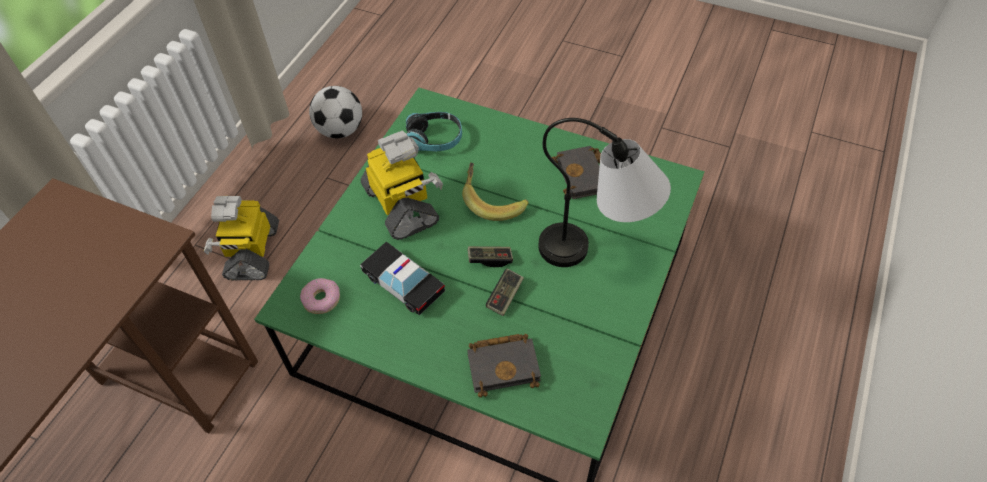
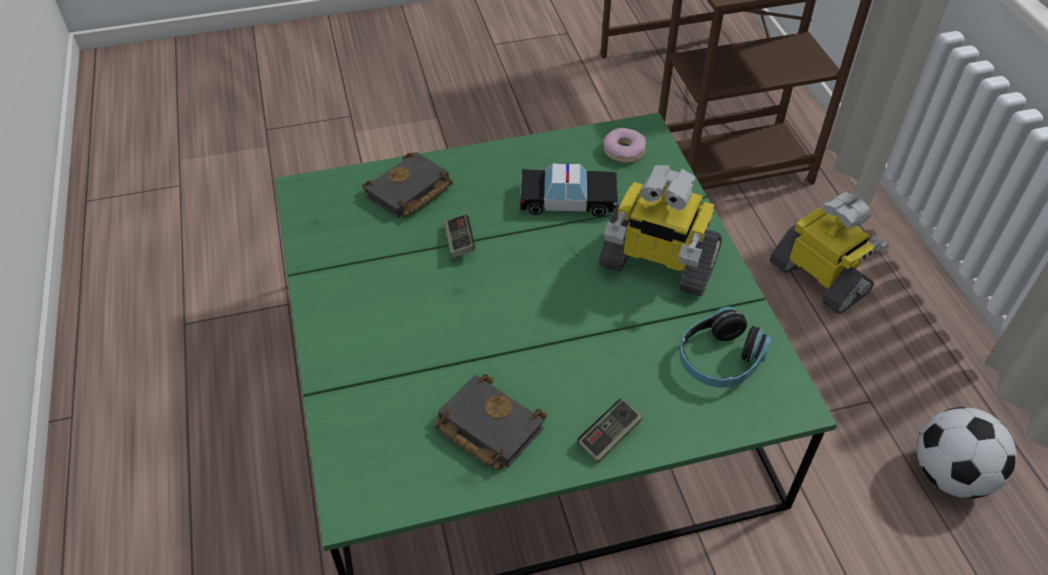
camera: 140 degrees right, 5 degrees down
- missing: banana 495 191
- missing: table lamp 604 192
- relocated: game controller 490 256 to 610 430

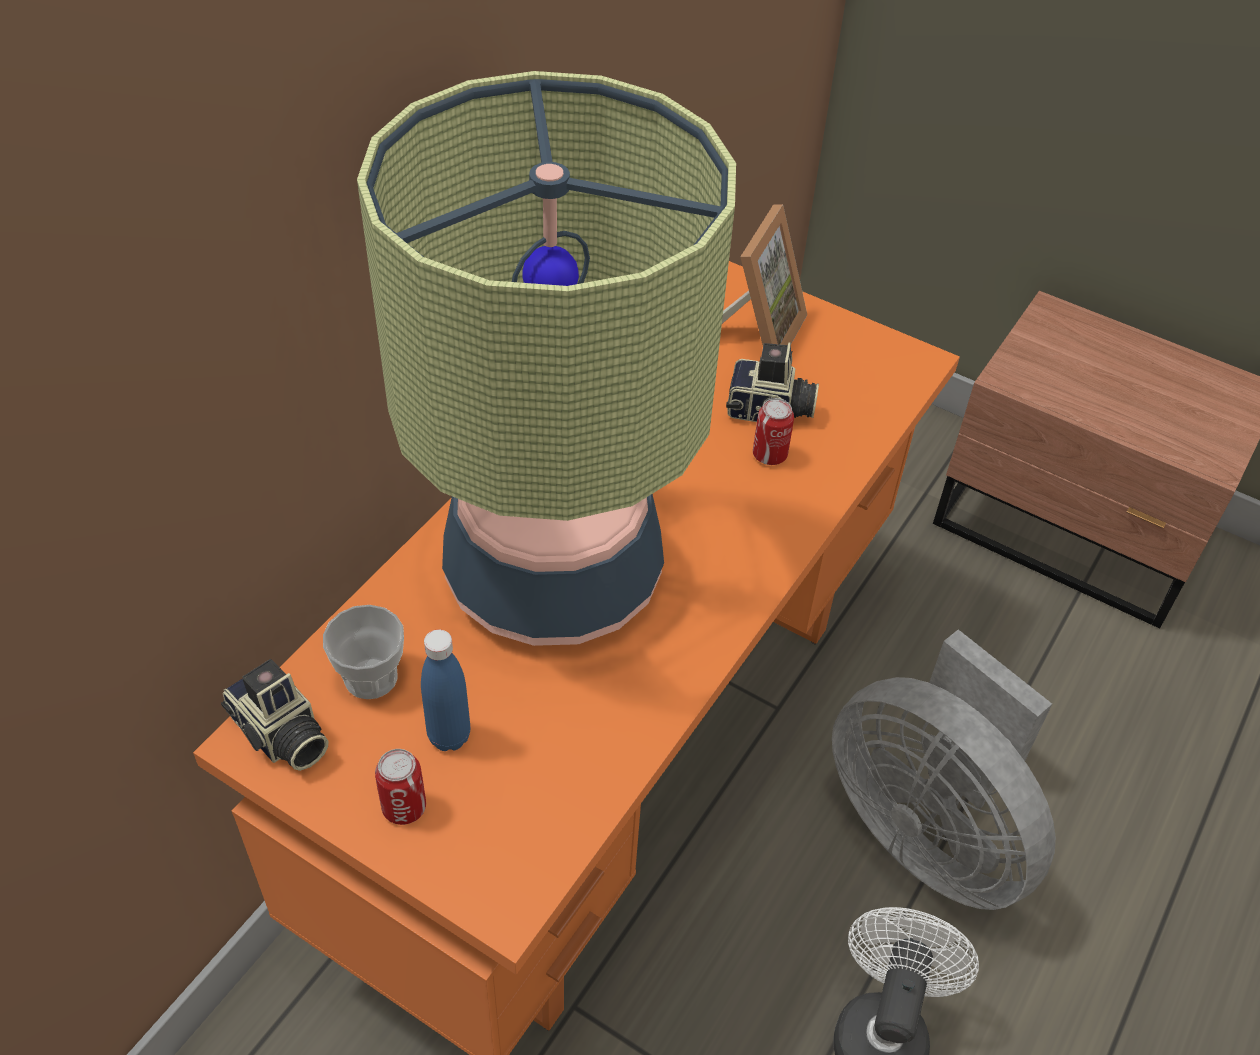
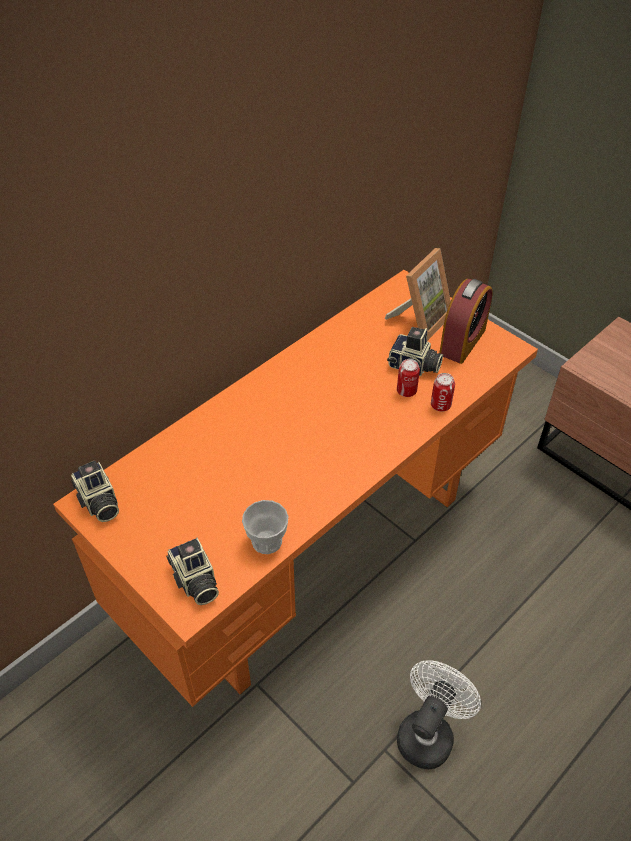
camera: 15 degrees right, 0 degrees up
- missing: table lamp 546 358
- missing: blue bottle 445 690
- missing: grey fan 944 769
- appeared: photo camera 192 571
- appeared: alarm clock 466 321
- relocated: cup 363 652 to 265 527
- relocated: can 400 787 to 443 392

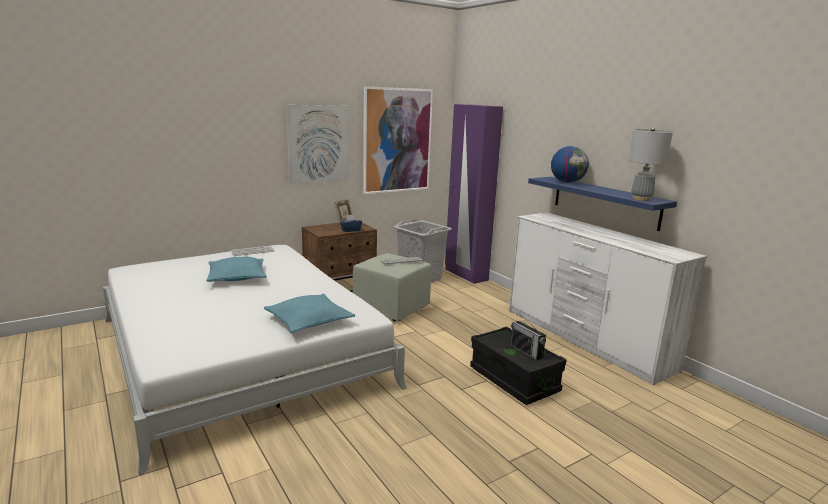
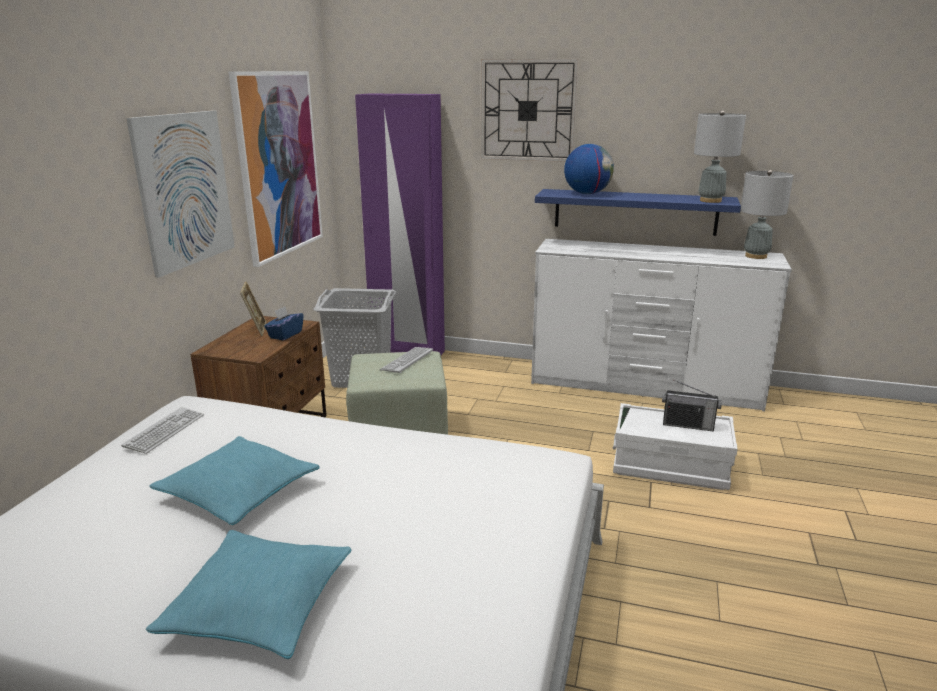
camera: 40 degrees left, 5 degrees up
- appeared: wall clock 530 110
- appeared: grey table lamp 767 214
- relocated: turquoise pillow 309 313 to 248 594
- colour: black storage box 518 365 to white storage box 675 446

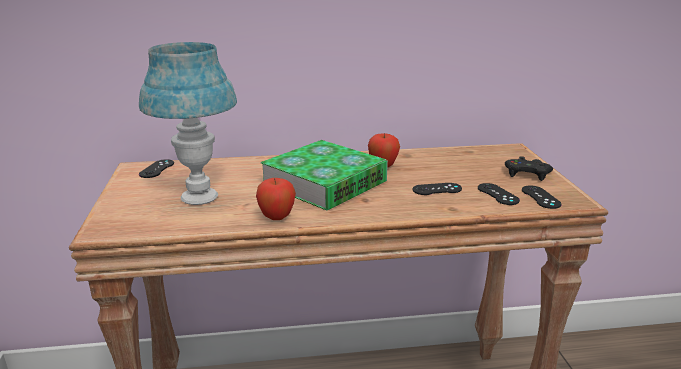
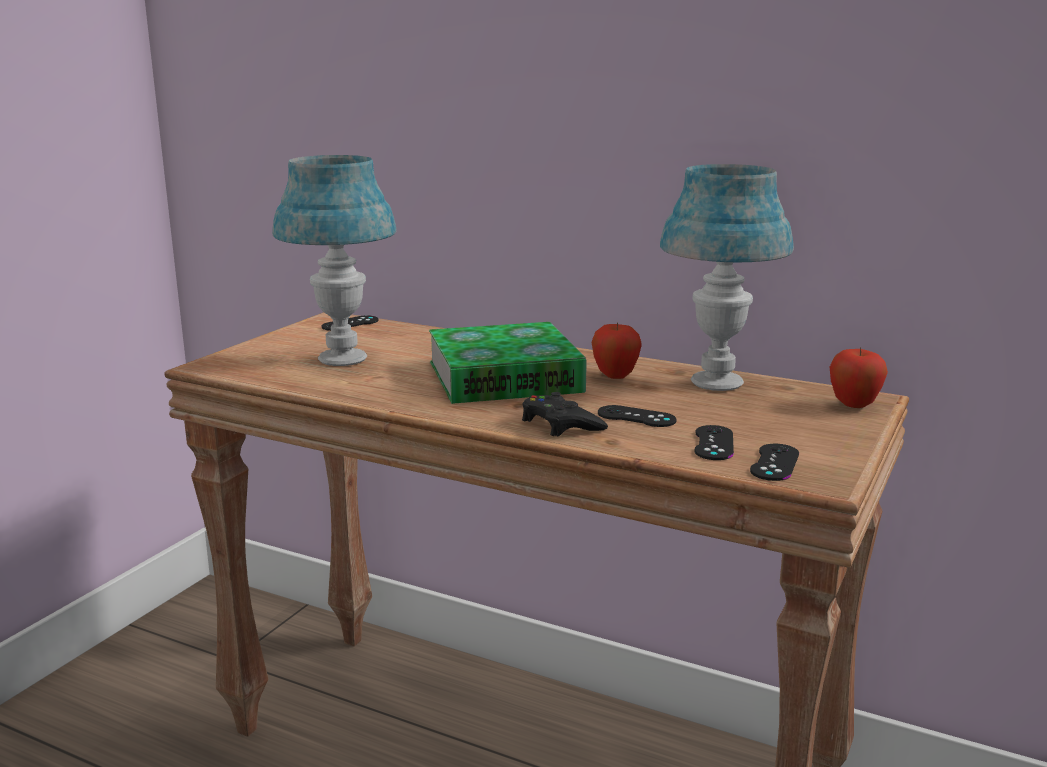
camera: 35 degrees right, 5 degrees down
- appeared: blue table lamp 727 277
- relocated: apple 276 199 to 859 377
- relocated: black game controller 529 168 to 565 414

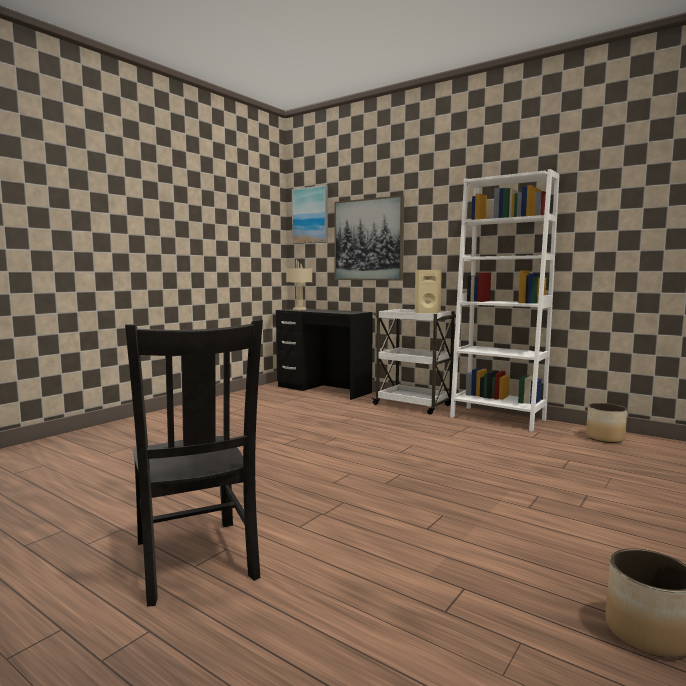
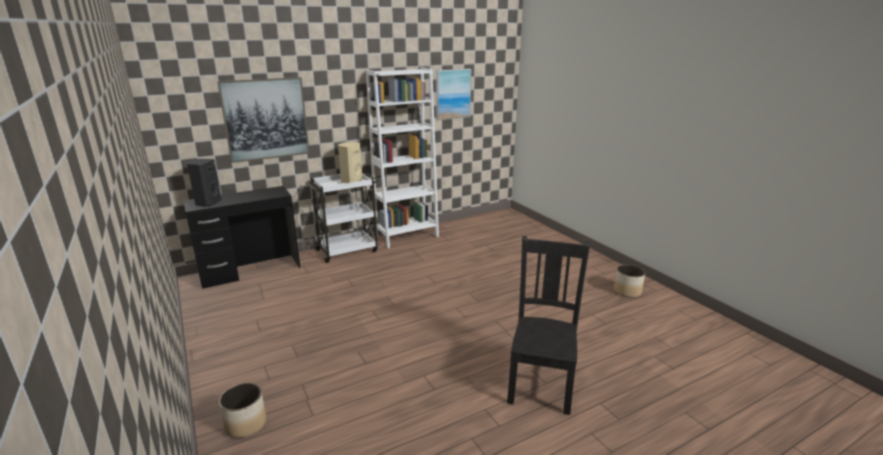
camera: 65 degrees left, 15 degrees up
- relocated: picture 310 214 to 453 94
- relocated: planter 606 423 to 242 410
- exchanged: beige table lamp 299 285 to black speaker 204 183
- spun: black chair 194 463 = 548 325 75 degrees counterclockwise

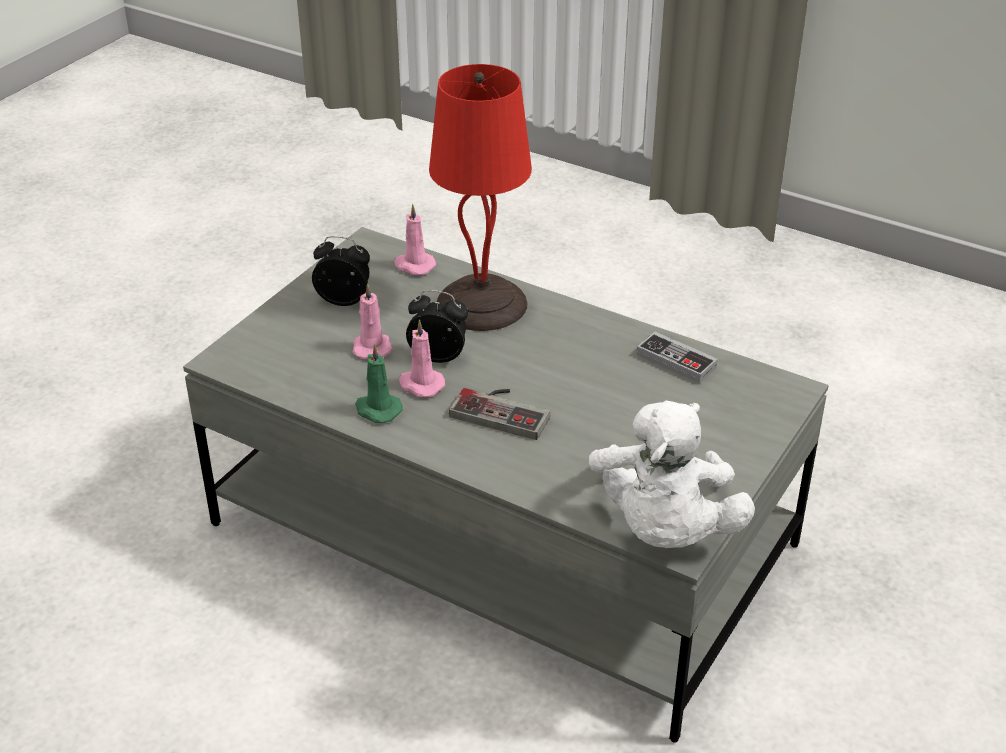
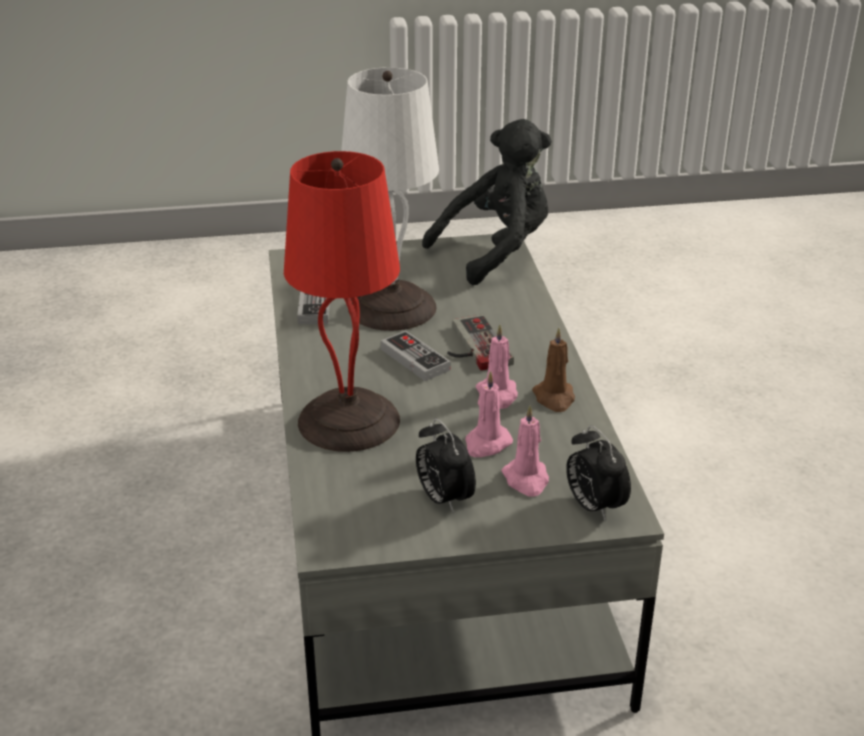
camera: 130 degrees left, 5 degrees down
- appeared: white table lamp 390 199
- appeared: game controller 415 356
- relocated: pink candle 415 239 to 525 451
- relocated: alarm clock 437 326 to 598 473
- colour: green candle 379 383 to brown candle 553 370
- colour: white plush toy 672 474 to black plush toy 487 202

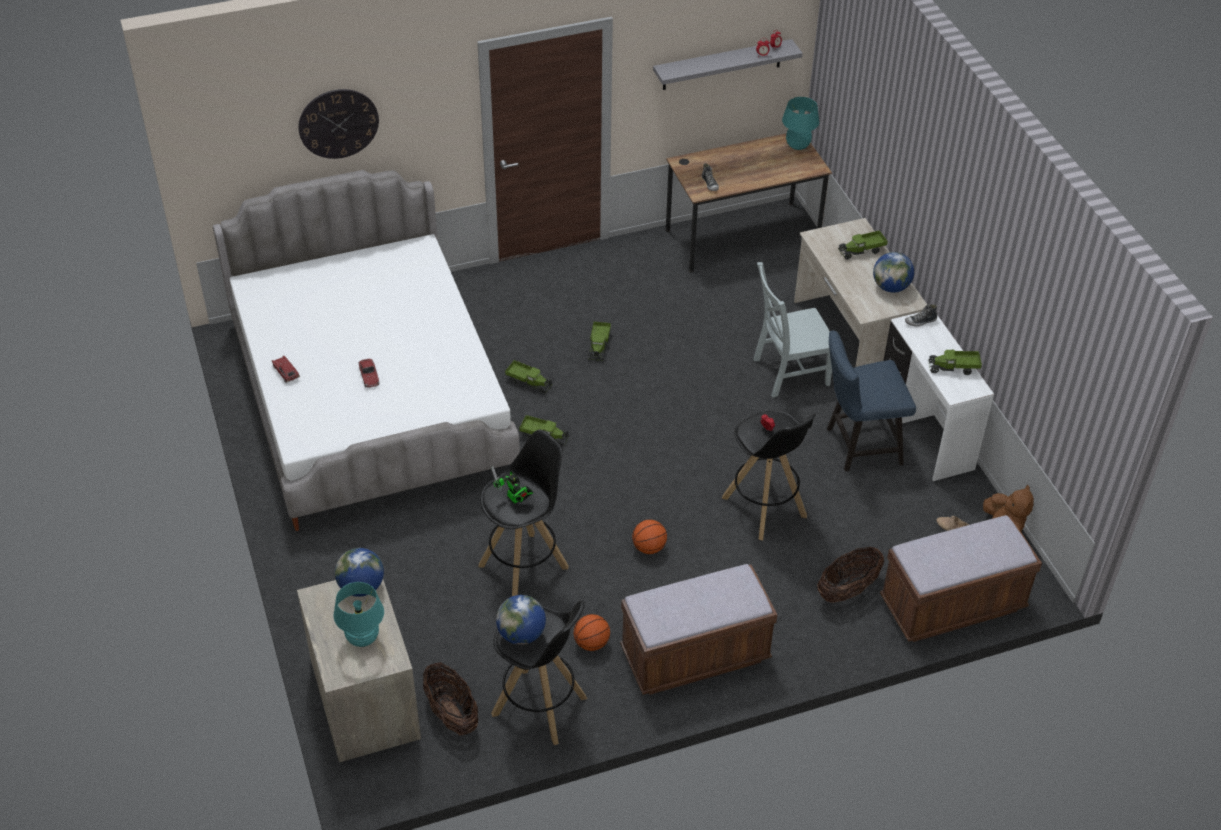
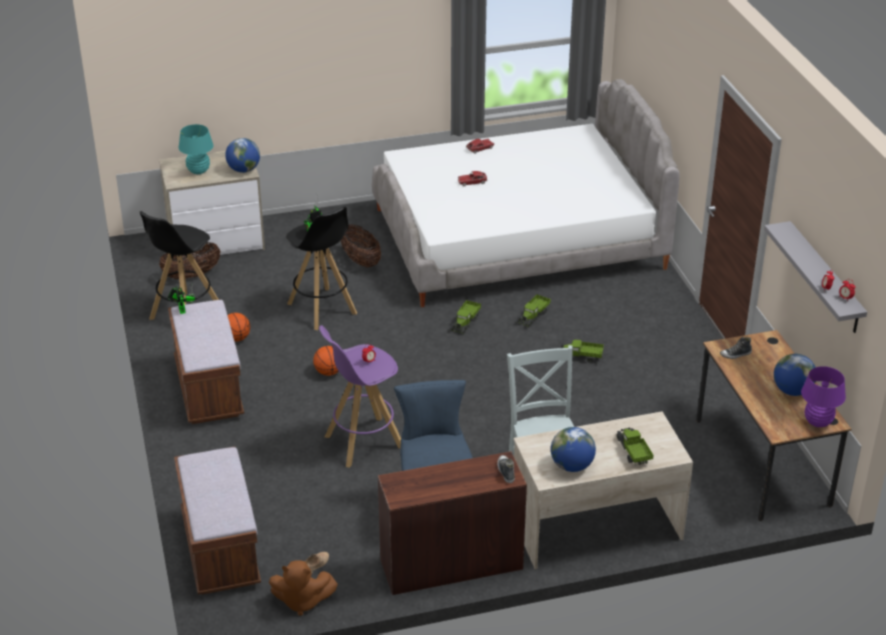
camera: 95 degrees right, 10 degrees down
- missing: wall clock 338 124
- missing: toy truck 955 362
- appeared: toy robot 181 299
- relocated: globe 521 620 to 795 375
- relocated: basket 850 574 to 361 246
- colour: black stool 769 475 to purple stool 360 396
- colour: turquoise table lamp 800 123 to purple table lamp 823 396
- colour: white desk 938 396 to brown desk 452 523

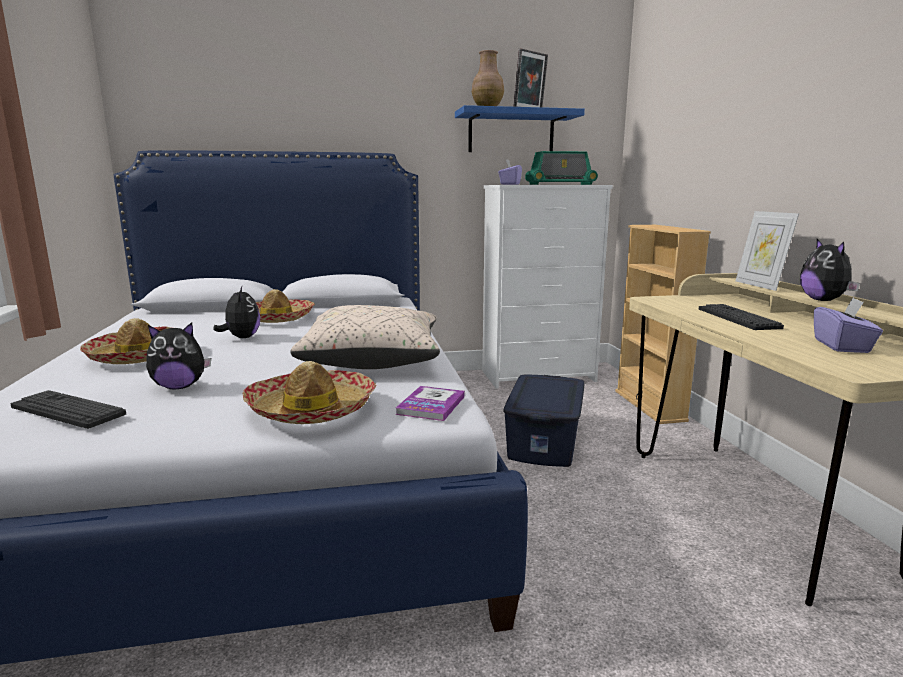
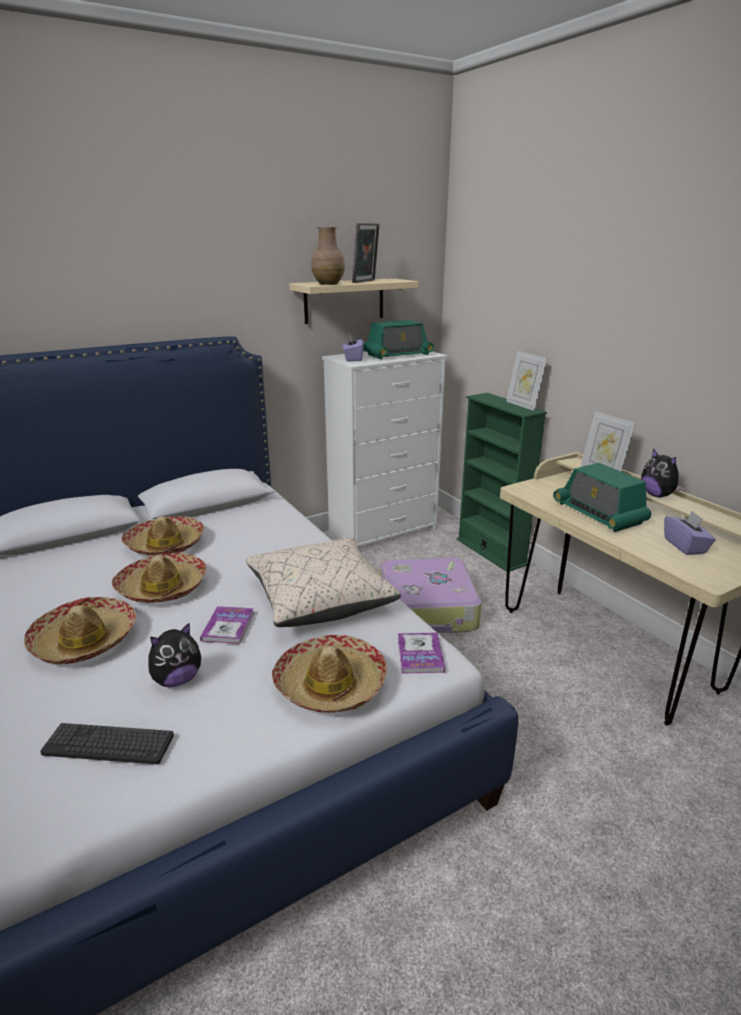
camera: 20 degrees left, 10 degrees up
- appeared: book 227 625
- appeared: picture frame 526 381
- exchanged: plush toy 236 312 to hat 159 578
- exchanged: blue storage box 543 421 to suitcase 430 595
- exchanged: keyboard 741 317 to radio 602 497
- colour: blue shelf 520 128 to beige shelf 354 301
- colour: beige bookcase 663 324 to green bookcase 502 482

